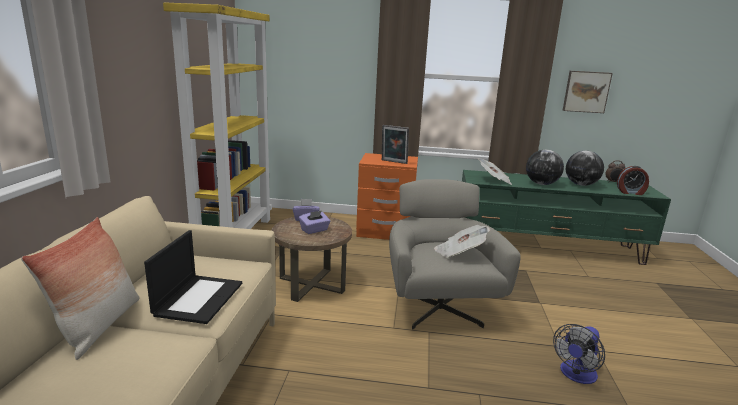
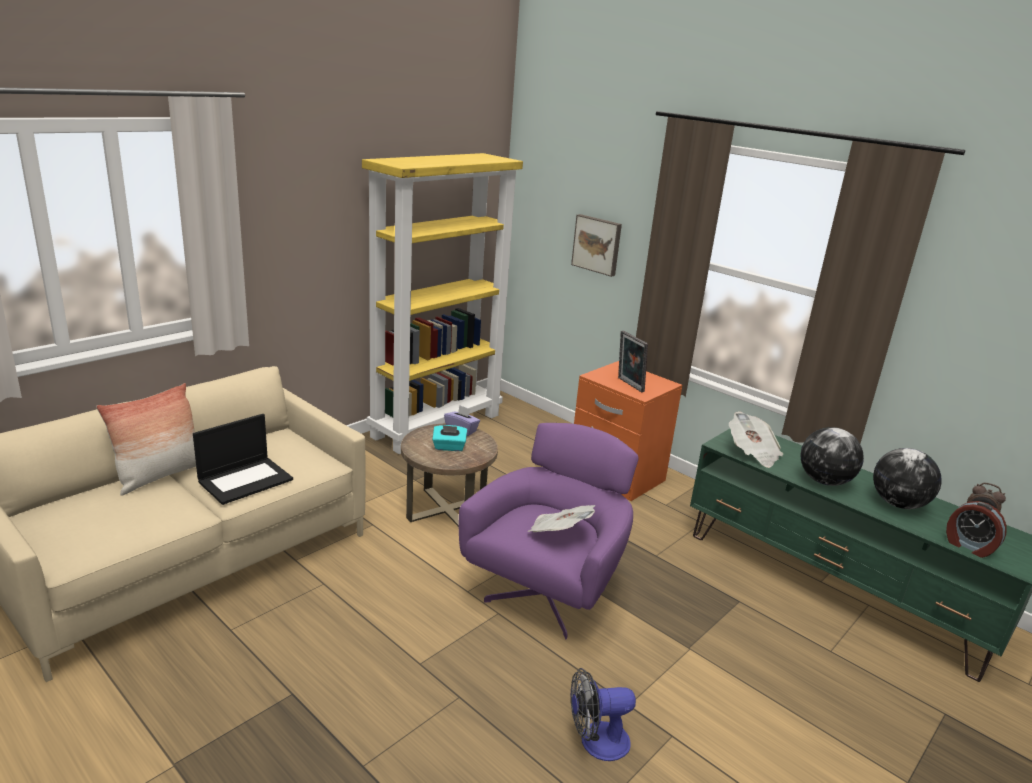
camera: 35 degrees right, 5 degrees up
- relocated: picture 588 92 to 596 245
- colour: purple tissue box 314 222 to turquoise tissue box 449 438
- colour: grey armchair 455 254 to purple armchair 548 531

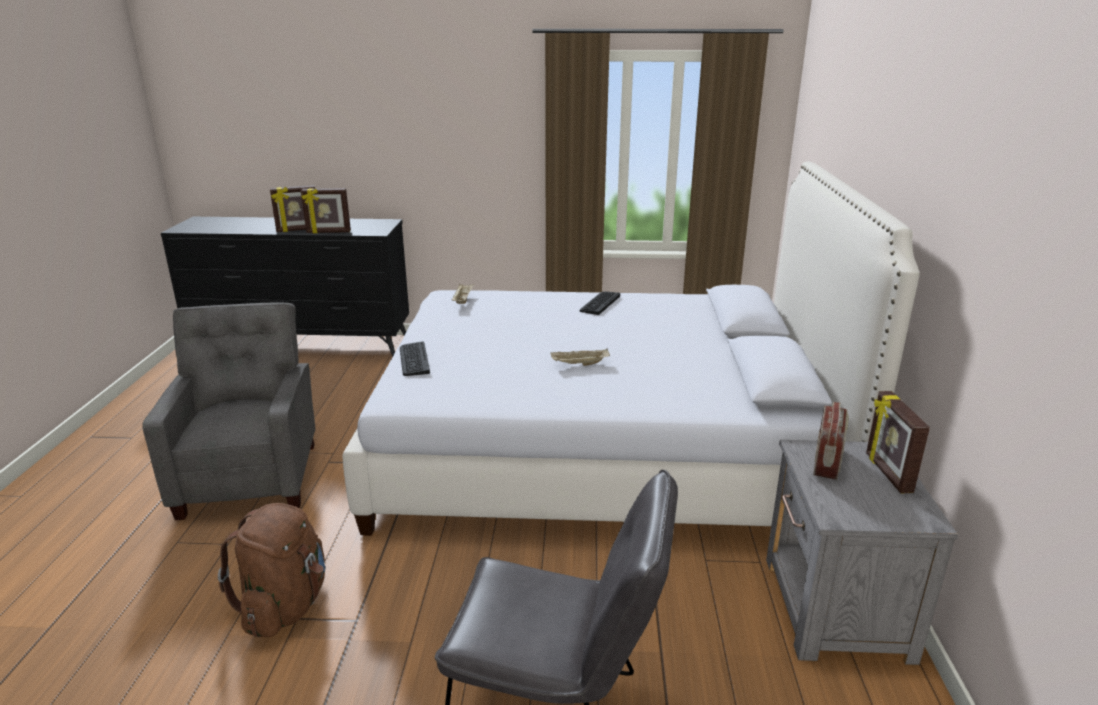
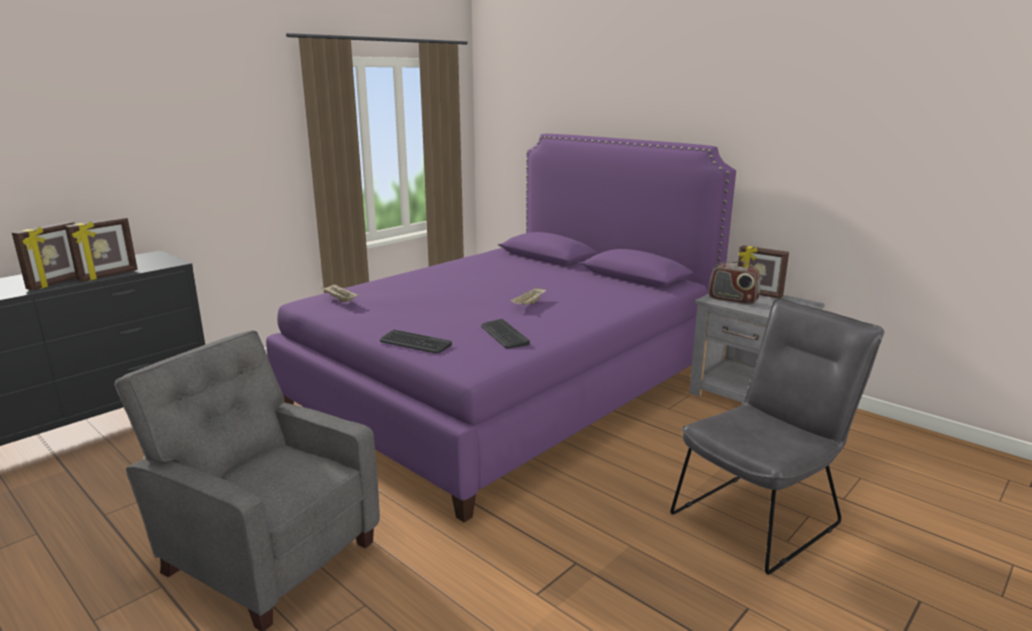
camera: 50 degrees left, 5 degrees down
- missing: brown backpack 272 570
- relocated: keyboard 600 303 to 505 333
- colour: white bed 631 349 to purple bed 501 328
- spun: radio 831 441 = 734 283 150 degrees clockwise

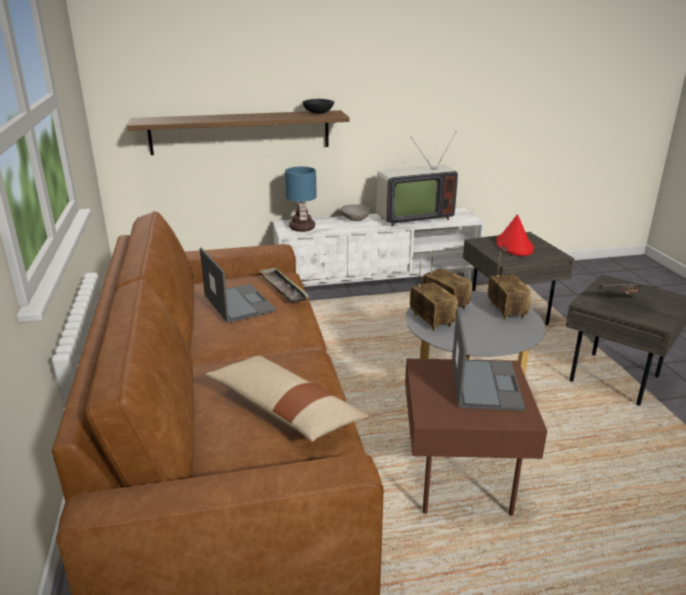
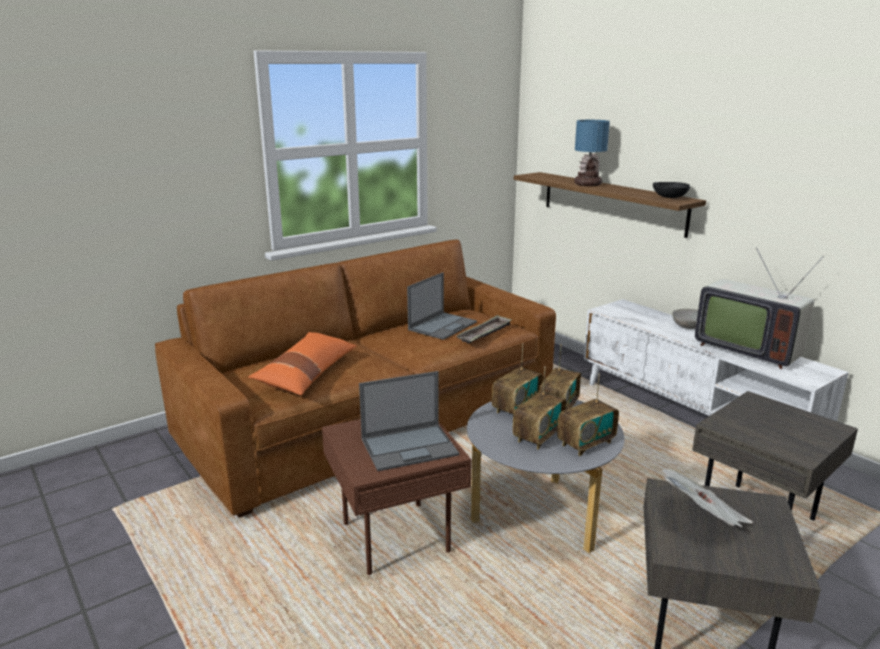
camera: 65 degrees right, 5 degrees down
- missing: red hat 515 235
- appeared: radio 539 407
- relocated: table lamp 301 199 to 592 153
- colour: beige pillow 287 399 to orange pillow 302 363

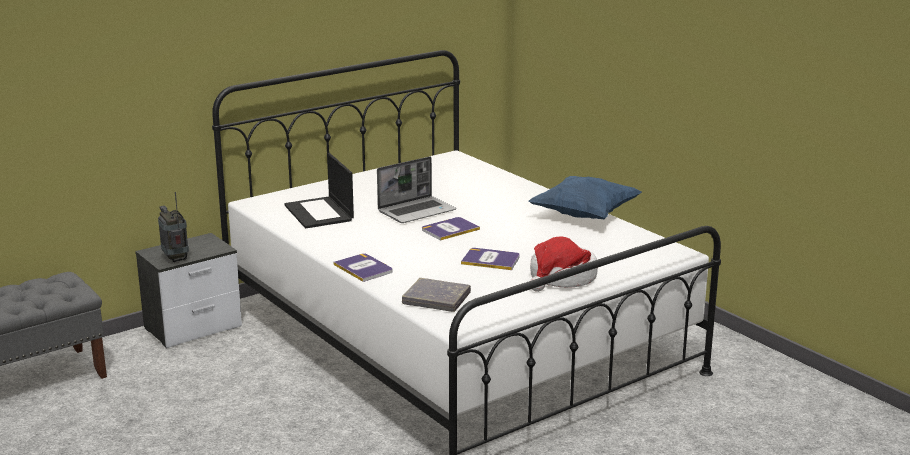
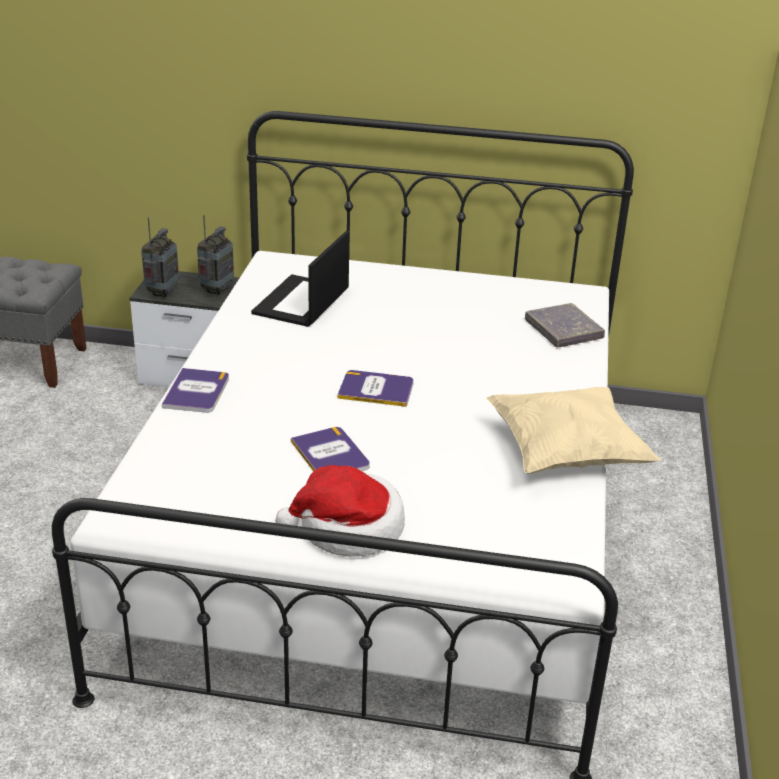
camera: 45 degrees right, 10 degrees up
- missing: laptop 416 189
- appeared: radio 215 255
- relocated: grey book 436 295 to 565 325
- colour: blue pillow 585 197 to beige pillow 574 430

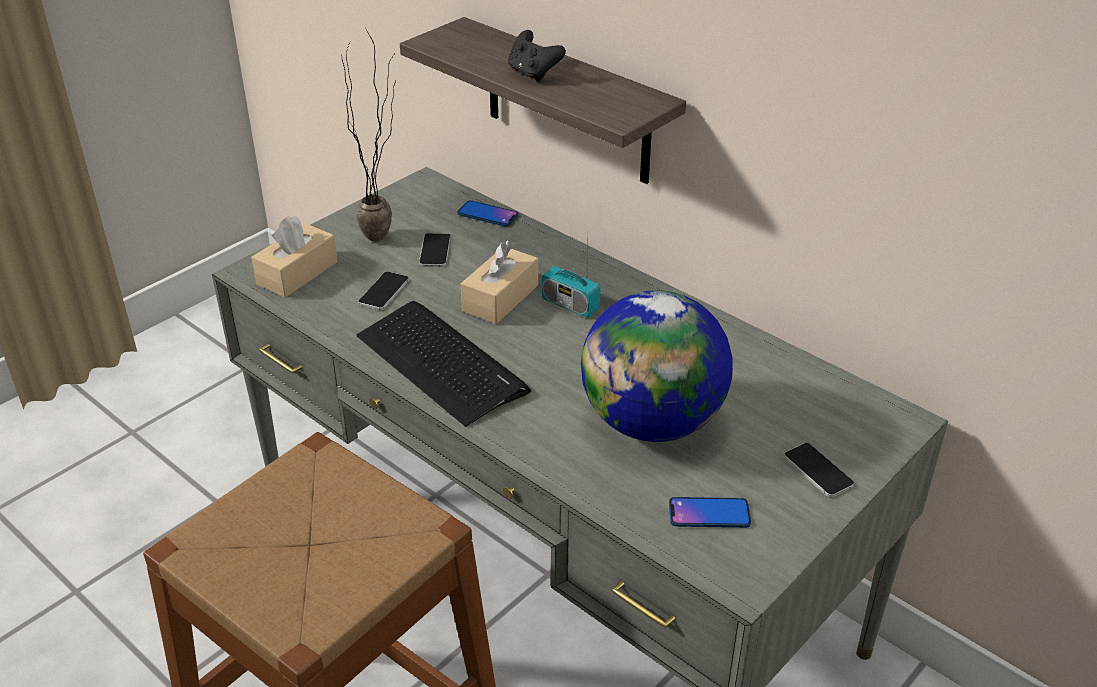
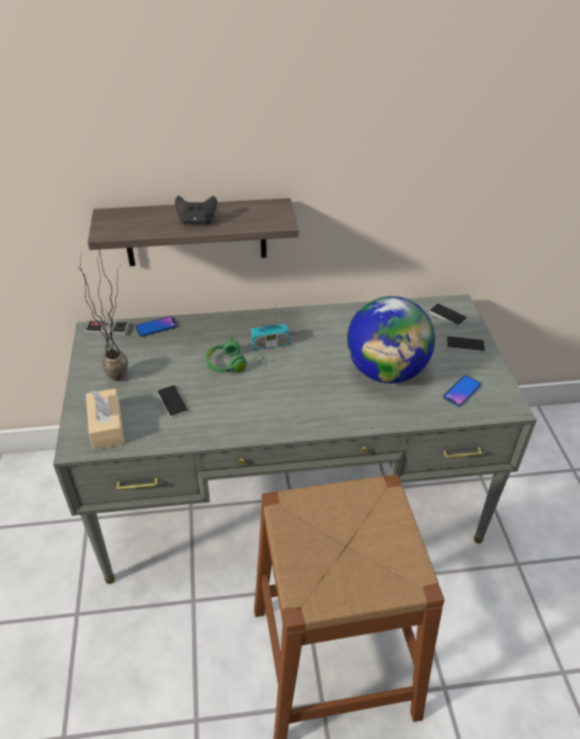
camera: 50 degrees left, 5 degrees up
- missing: keyboard 443 364
- appeared: game controller 107 328
- relocated: phone 435 250 to 448 315
- exchanged: beige tissue box 499 282 to green headphones 236 354

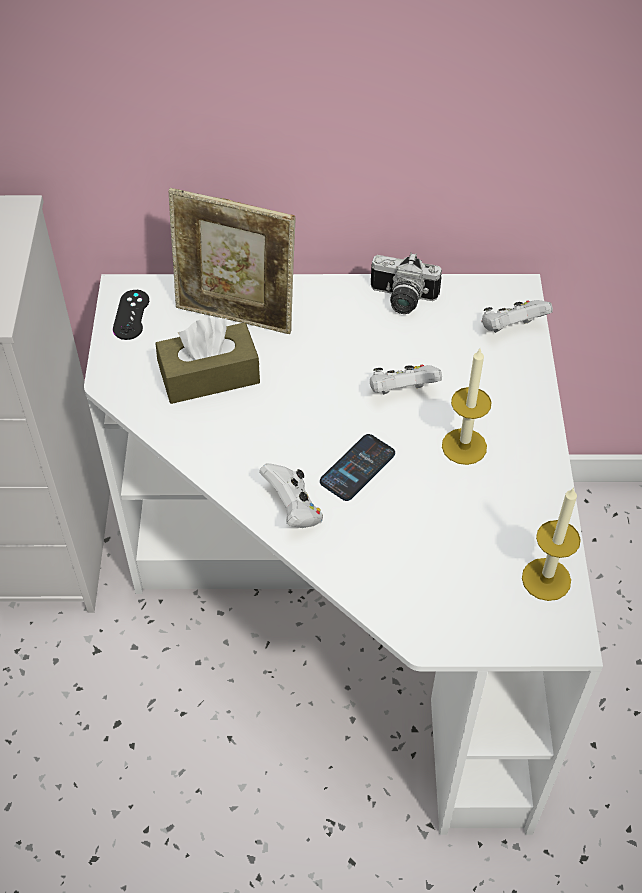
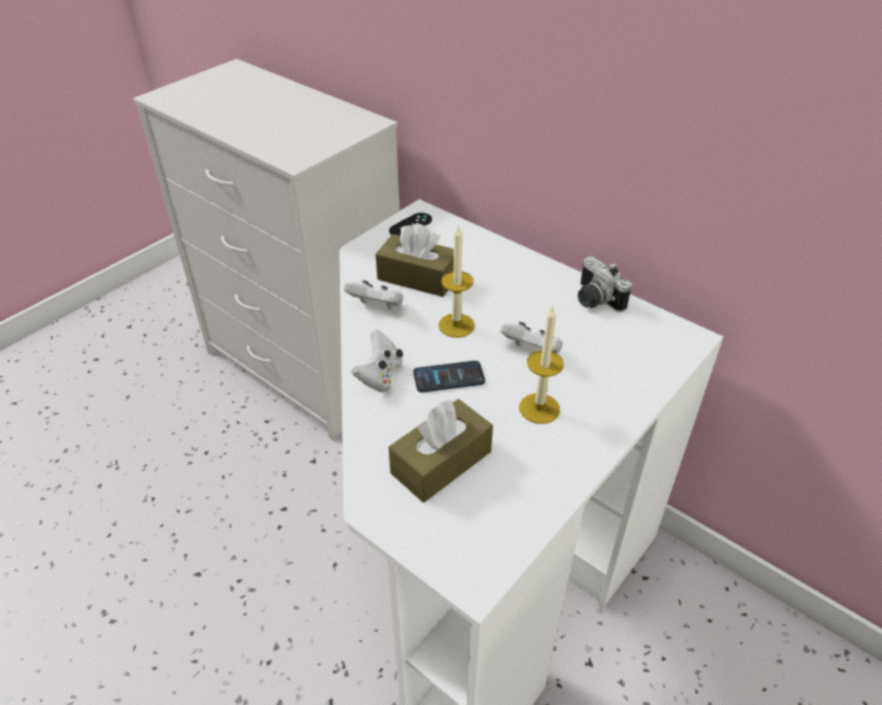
camera: 40 degrees right, 10 degrees down
- missing: picture frame 231 261
- appeared: brown tissue box 441 451
- relocated: white game controller 517 316 to 373 294
- relocated: candle 551 544 to 456 281

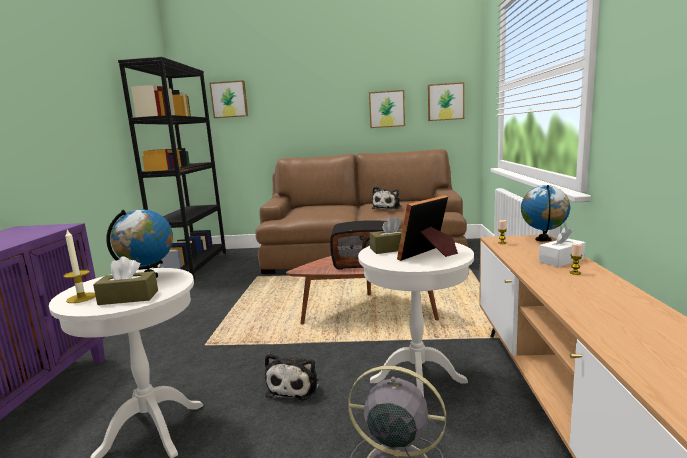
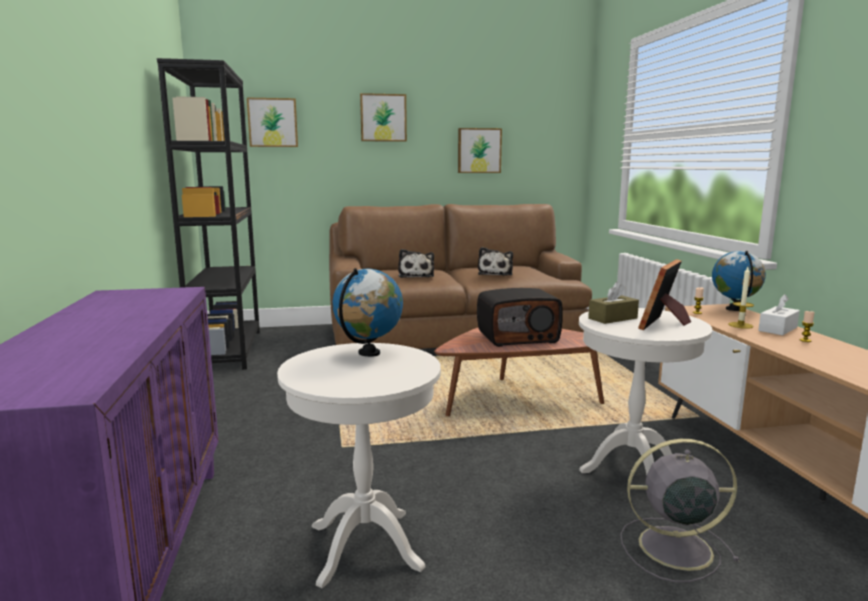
camera: 15 degrees left, 0 degrees up
- missing: brown tissue box 125 281
- relocated: candle 79 266 to 741 298
- relocated: plush toy 292 377 to 416 263
- relocated: picture 446 101 to 383 117

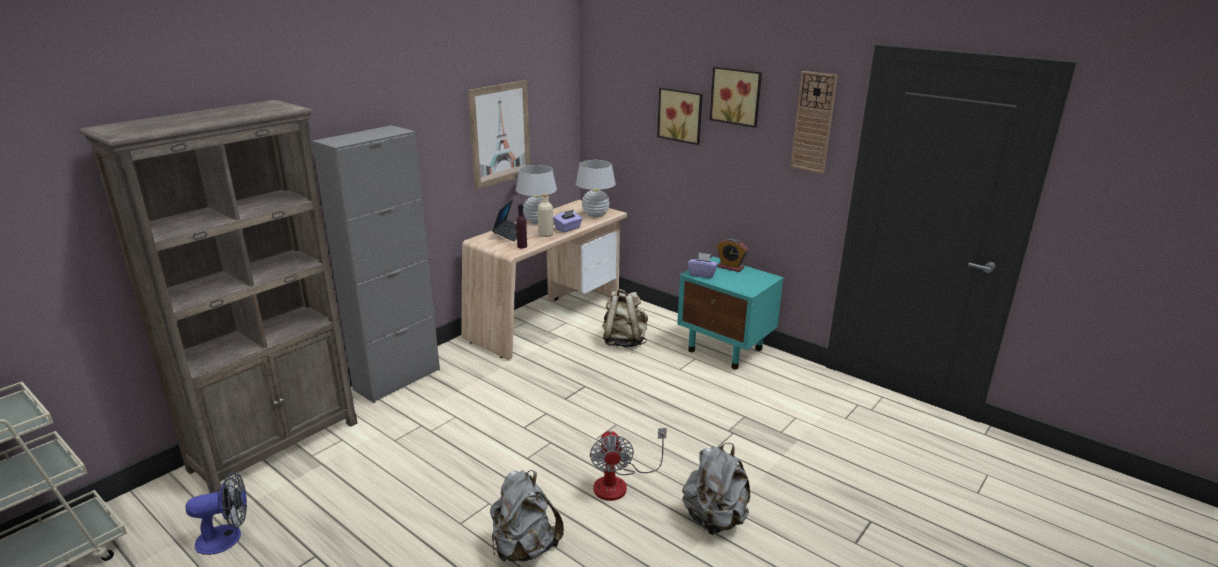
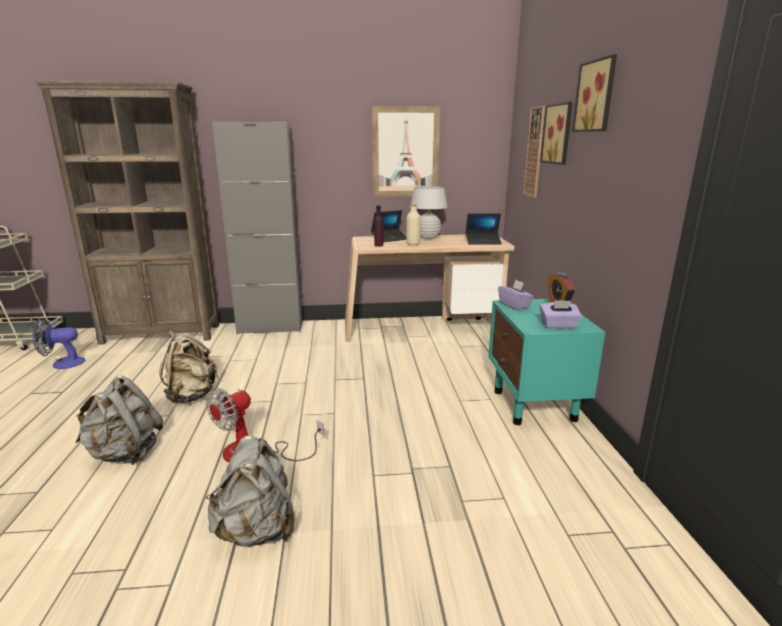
camera: 45 degrees right, 5 degrees down
- relocated: purple tissue box 568 221 to 561 314
- relocated: beige backpack 625 318 to 189 367
- relocated: wall clock 814 122 to 534 152
- exchanged: white table lamp 596 188 to laptop 483 229
- spun: fan 216 513 = 59 343 135 degrees clockwise

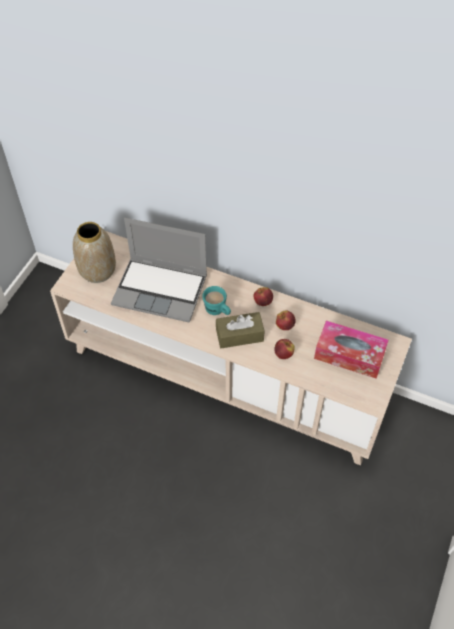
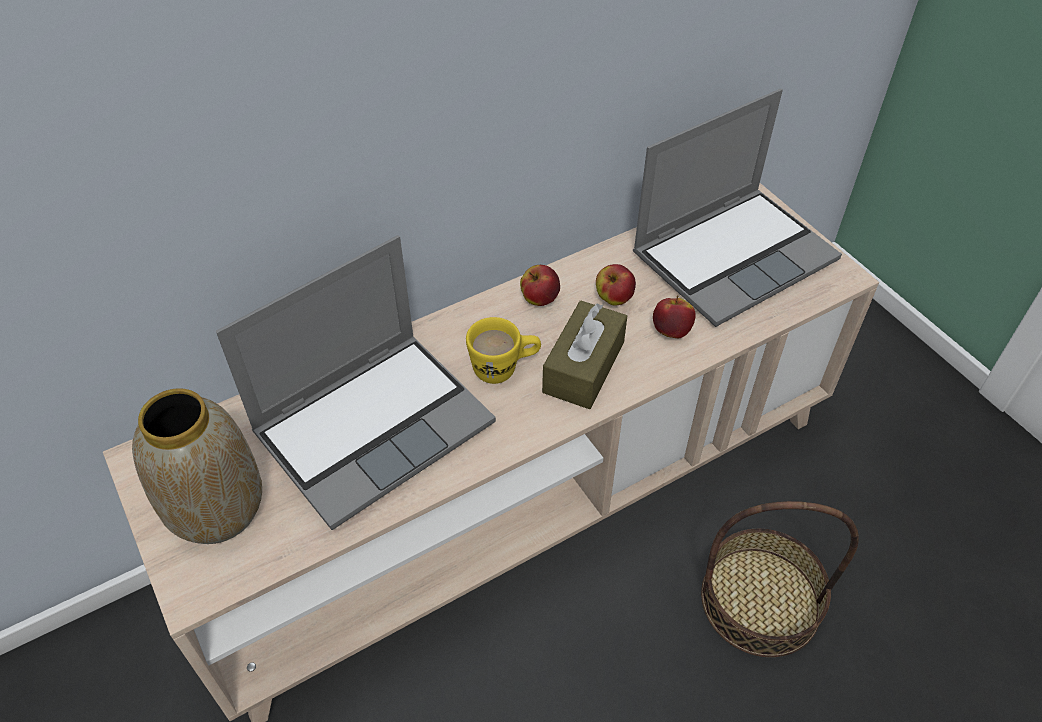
camera: 55 degrees left, 5 degrees down
- appeared: basket 780 579
- exchanged: tissue box 351 350 to laptop 737 208
- colour: turquoise mug 216 300 to yellow mug 503 350

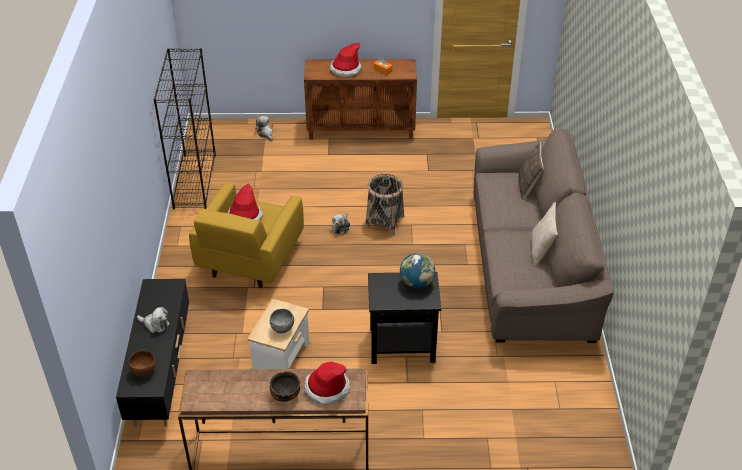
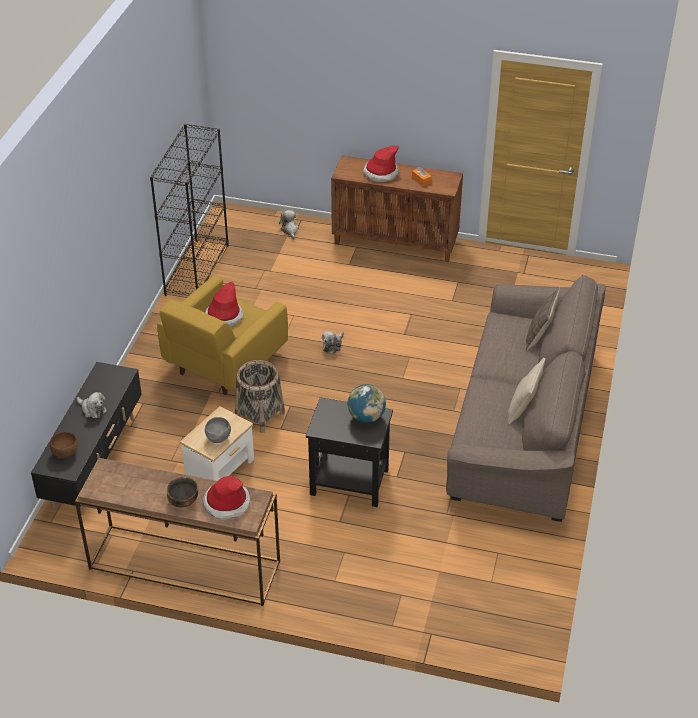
camera: 15 degrees right, 0 degrees up
- relocated: basket 384 204 to 260 396

